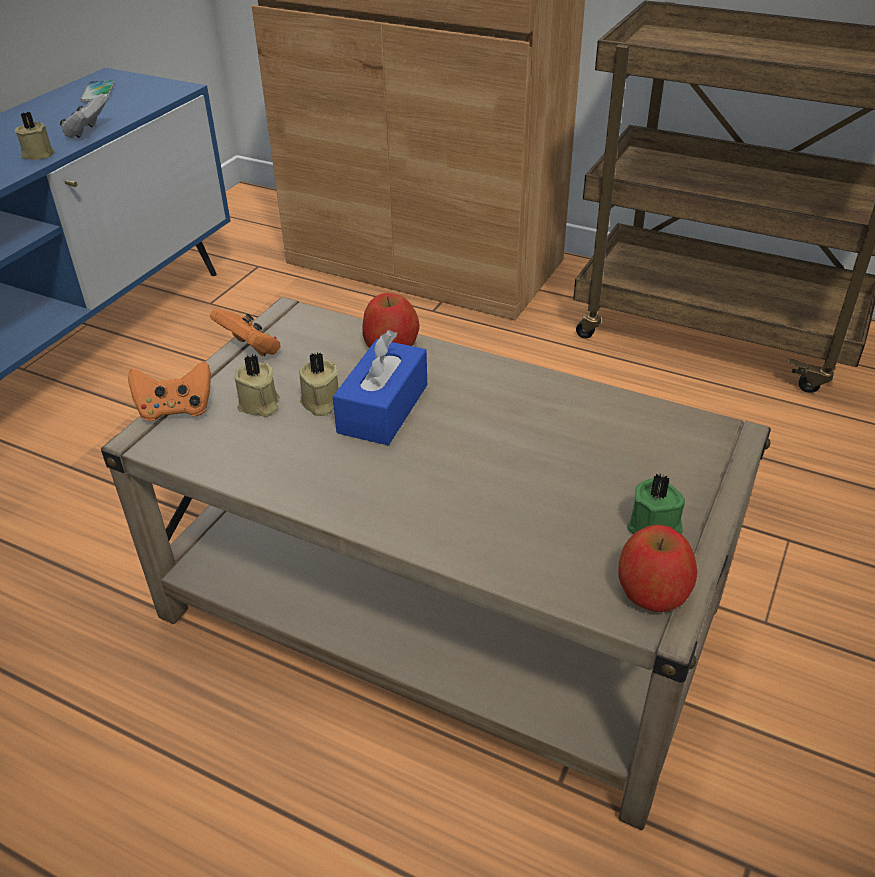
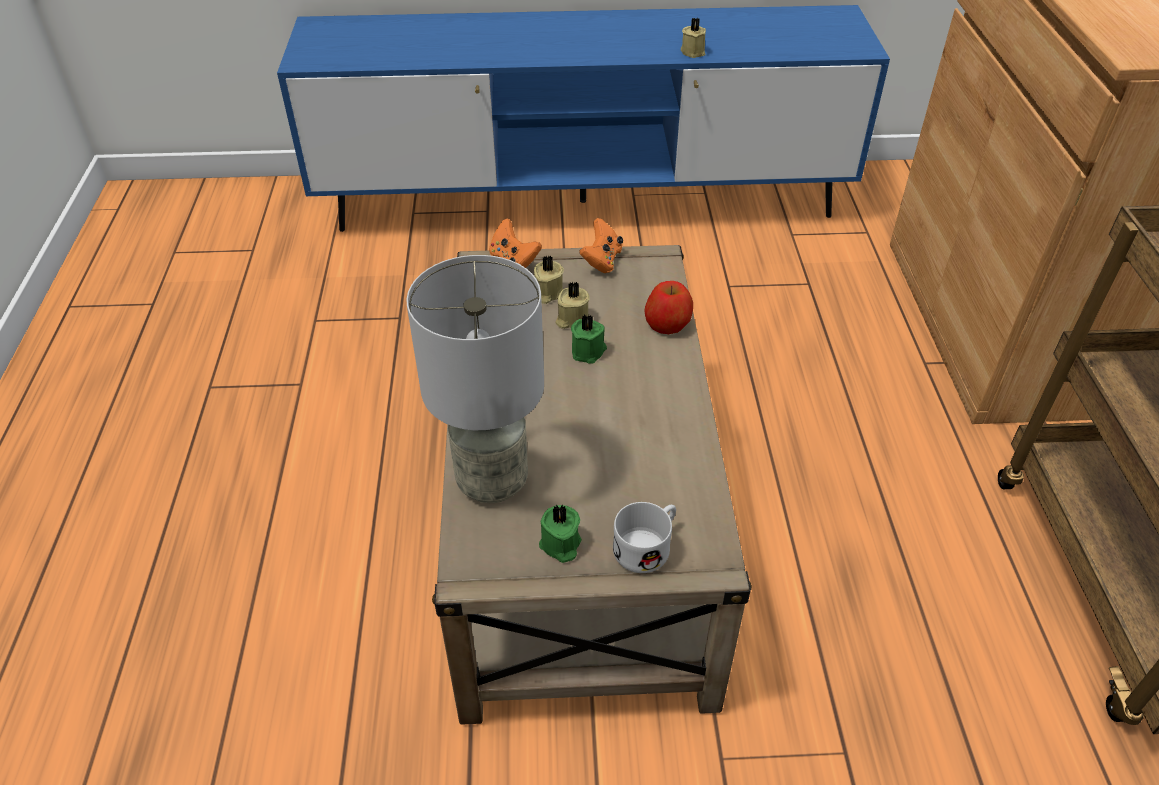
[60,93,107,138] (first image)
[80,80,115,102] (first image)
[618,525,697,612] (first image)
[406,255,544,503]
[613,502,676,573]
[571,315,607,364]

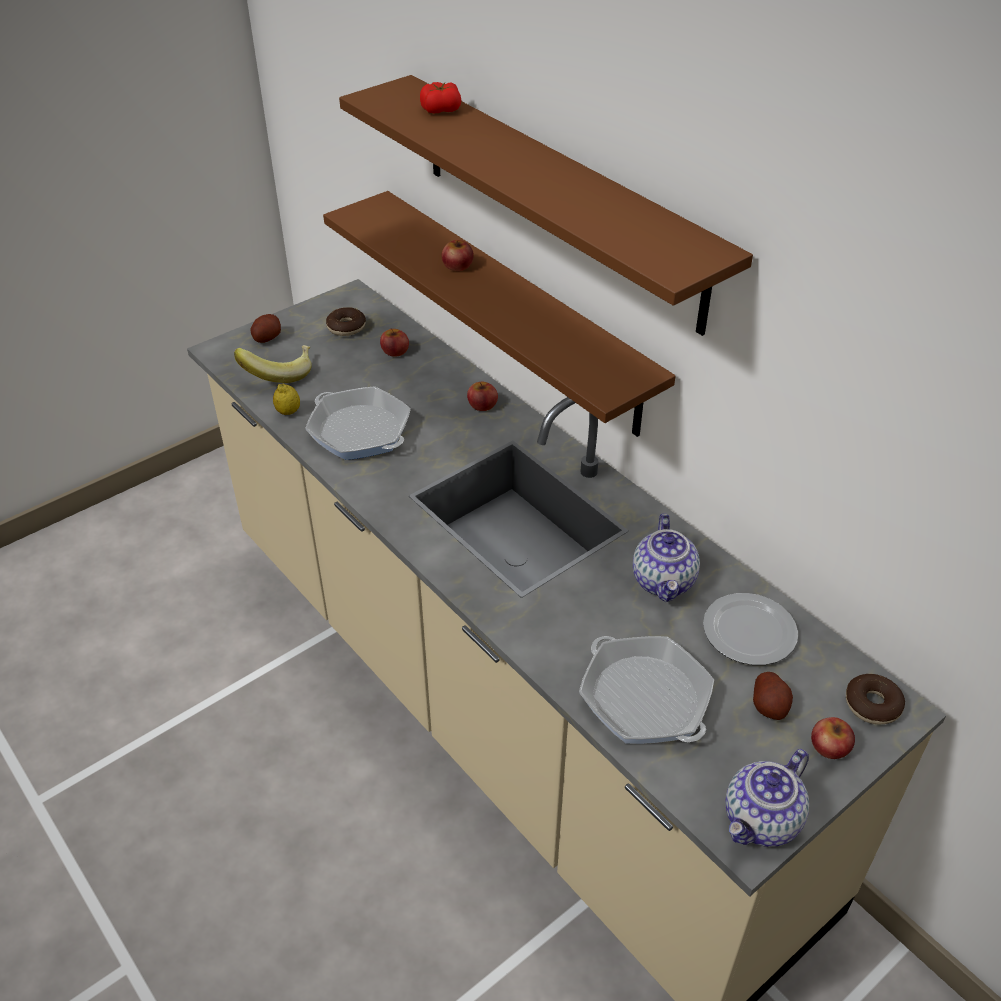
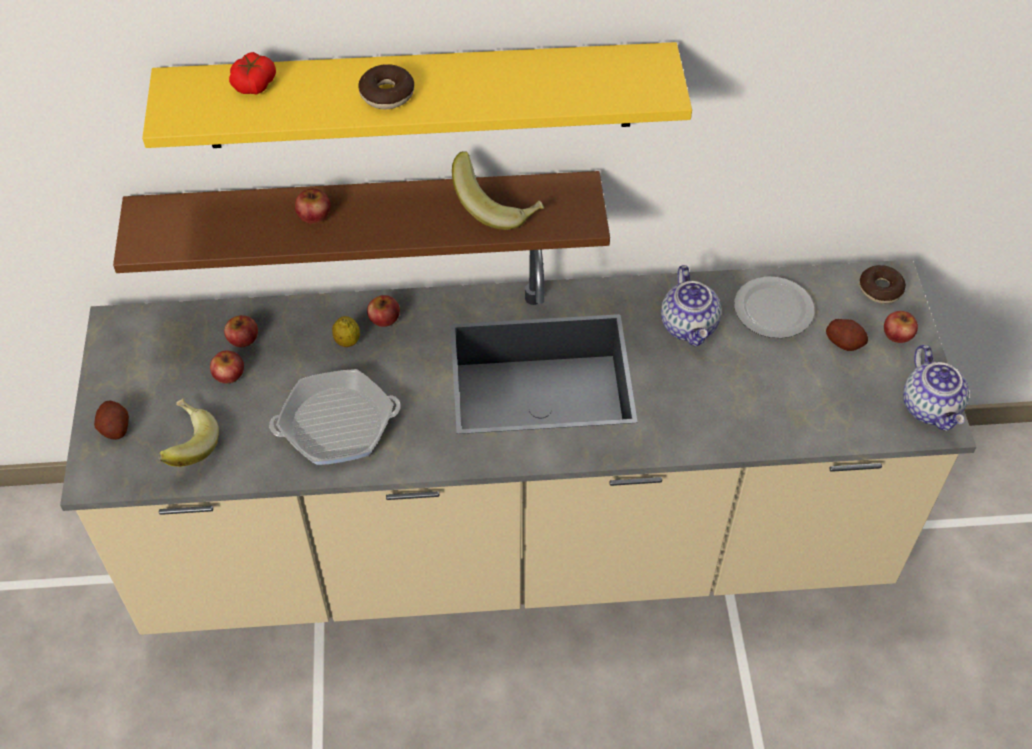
[579,636,714,744] (first image)
[210,350,244,383]
[452,151,544,230]
[332,316,360,347]
[358,64,414,109]
[142,42,692,148]
[661,265,721,347]

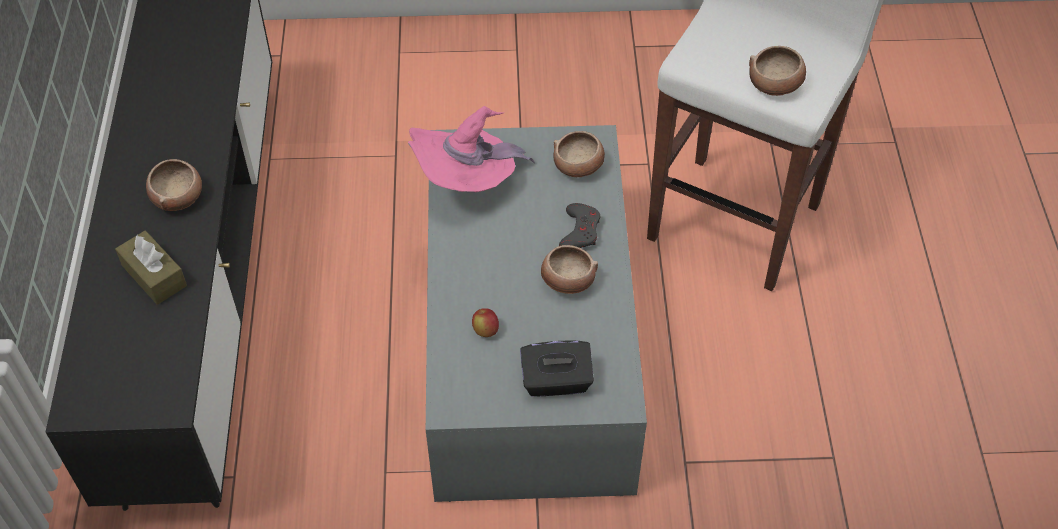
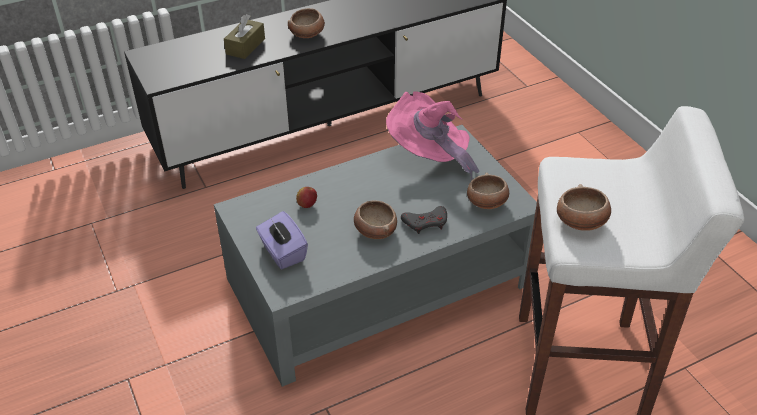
[256,211,308,269]

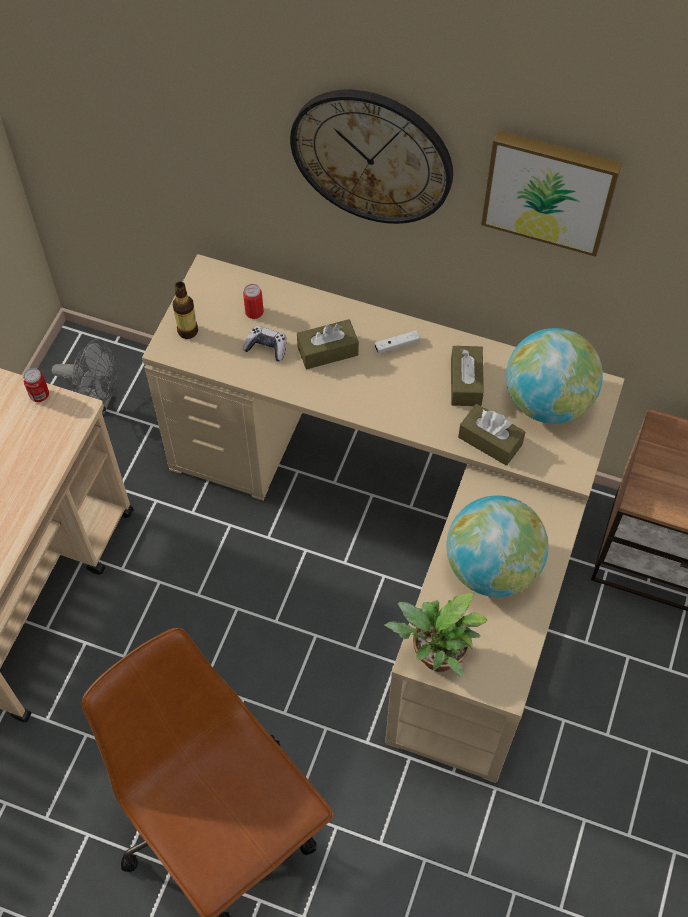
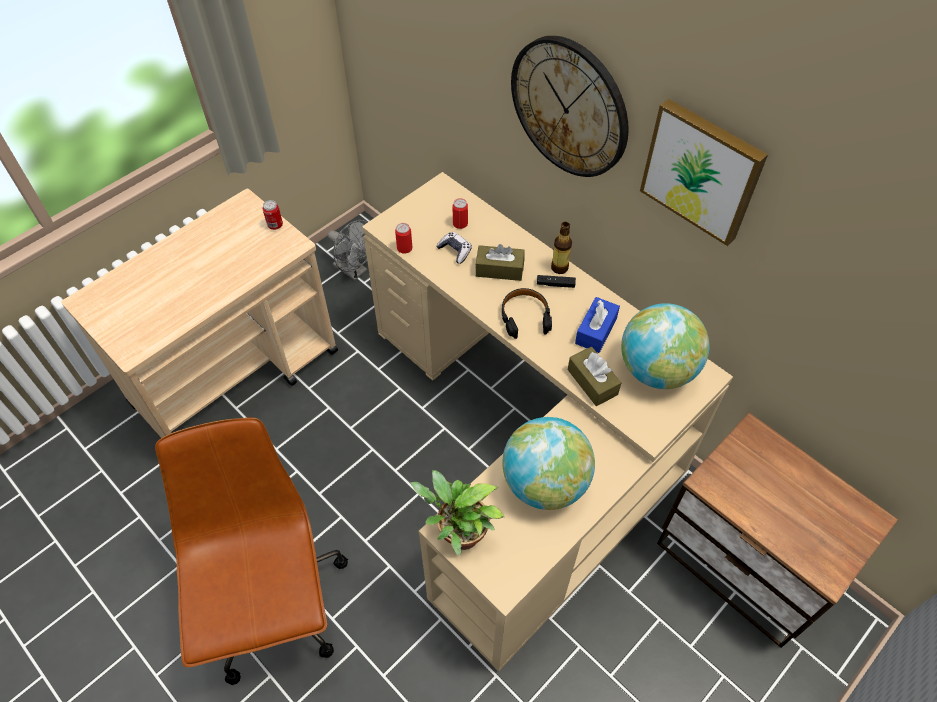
[395,223,412,254]
[502,288,552,339]
[551,222,572,274]
[537,275,576,288]
[575,297,620,353]

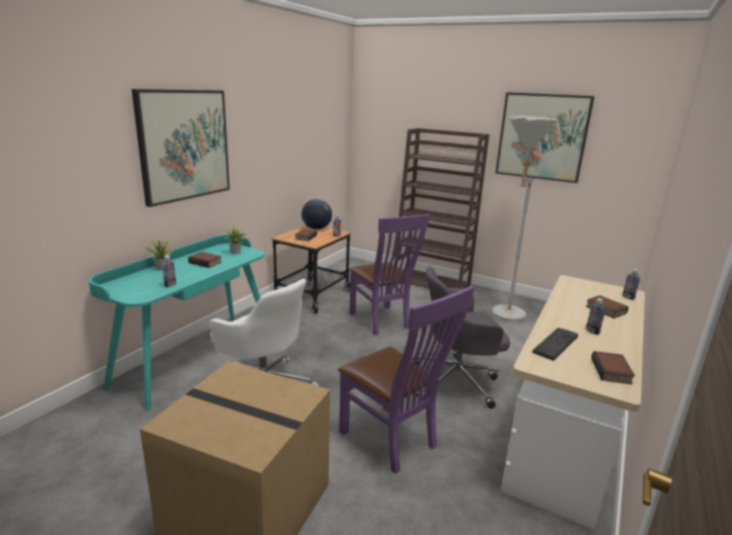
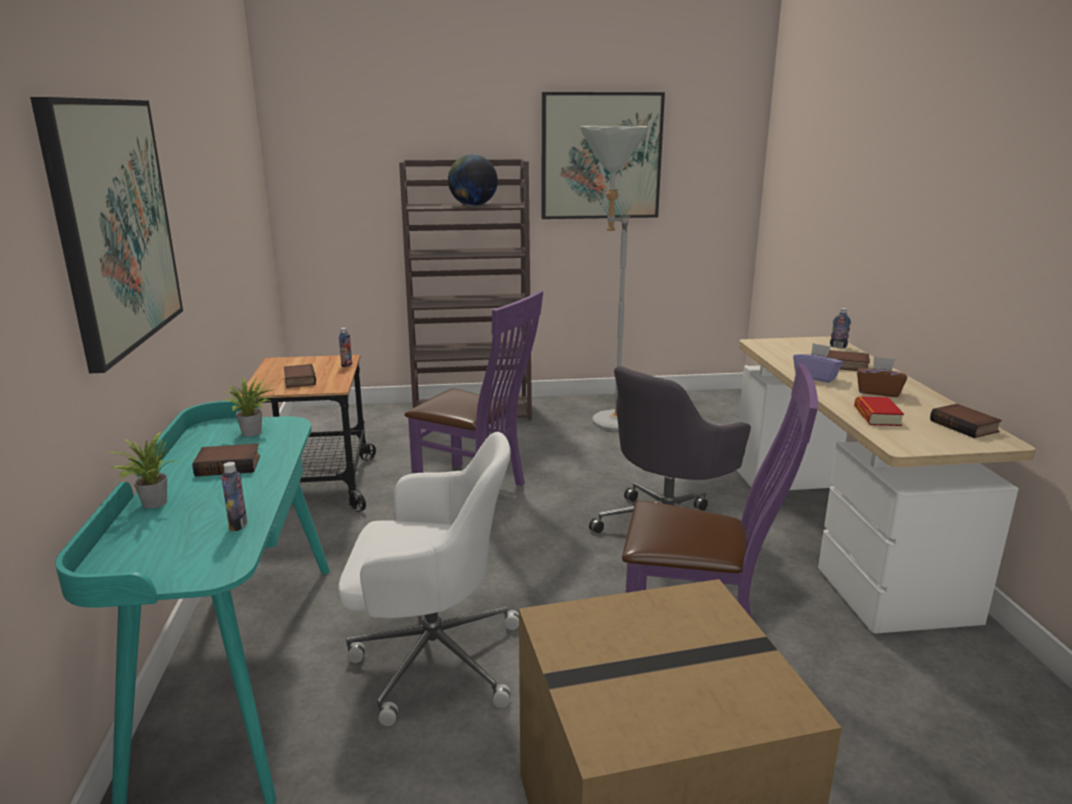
[793,343,843,383]
[448,154,498,206]
[854,396,904,426]
[857,356,907,397]

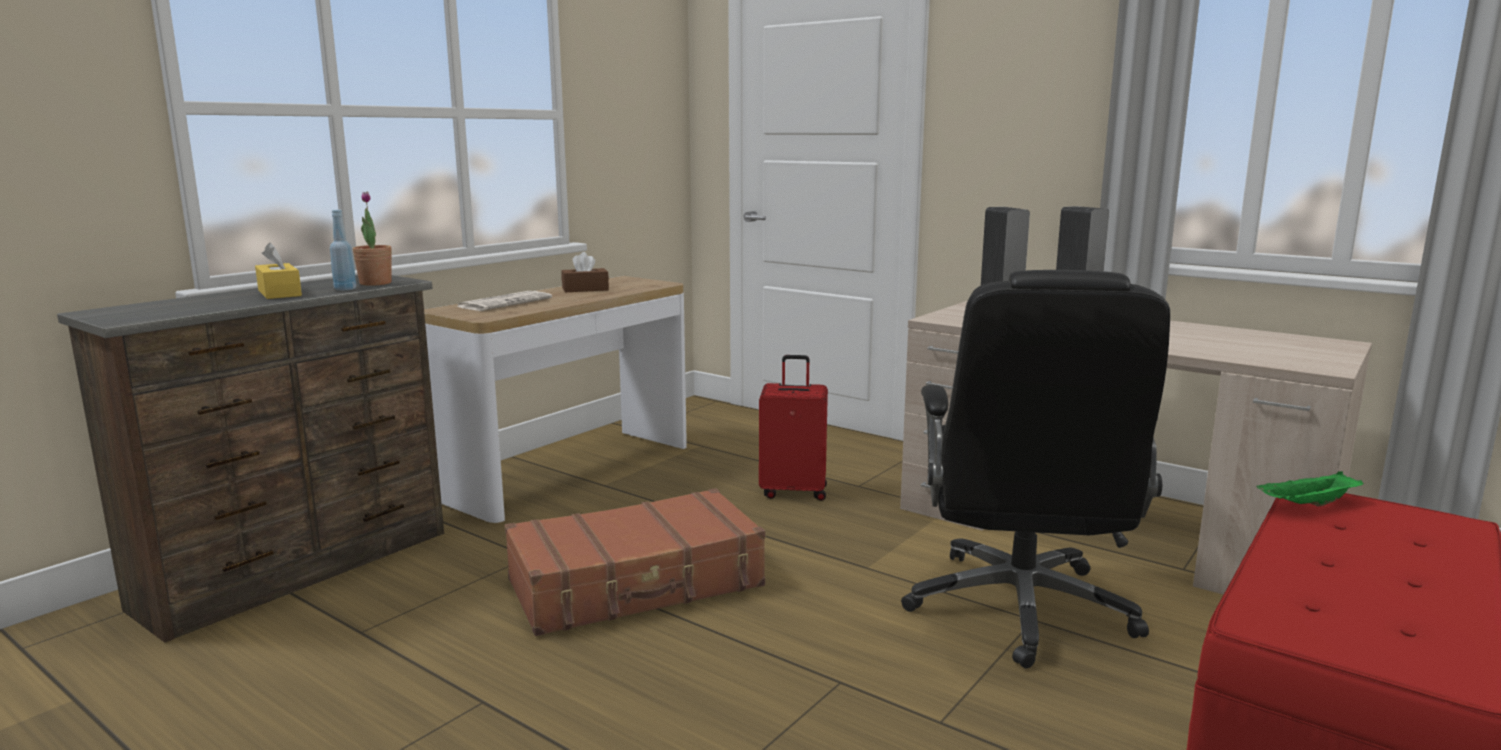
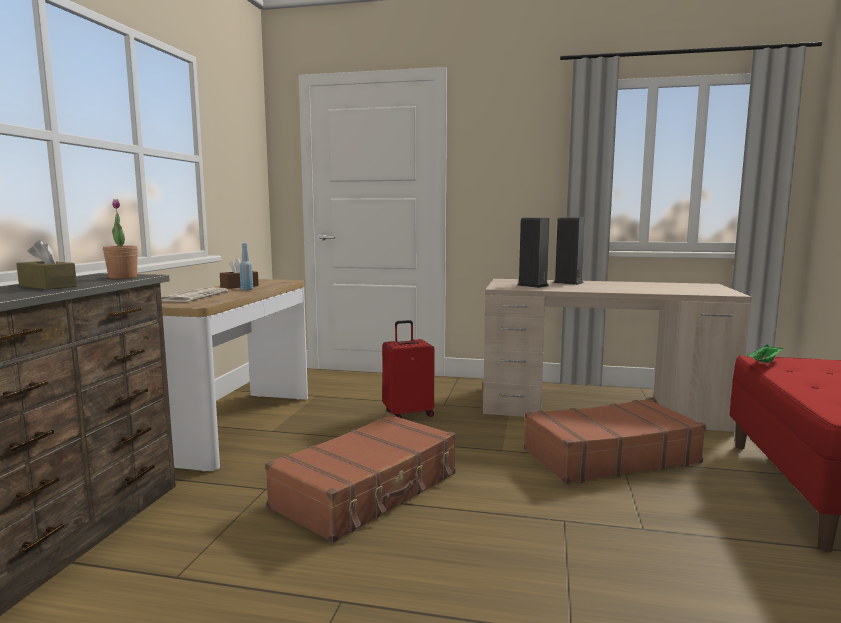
[239,243,253,290]
[524,399,706,484]
[16,240,77,290]

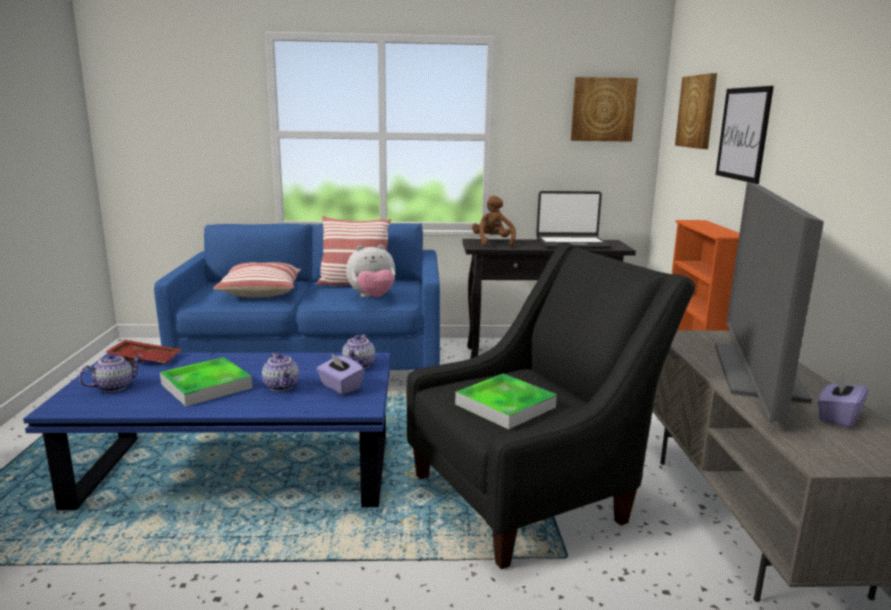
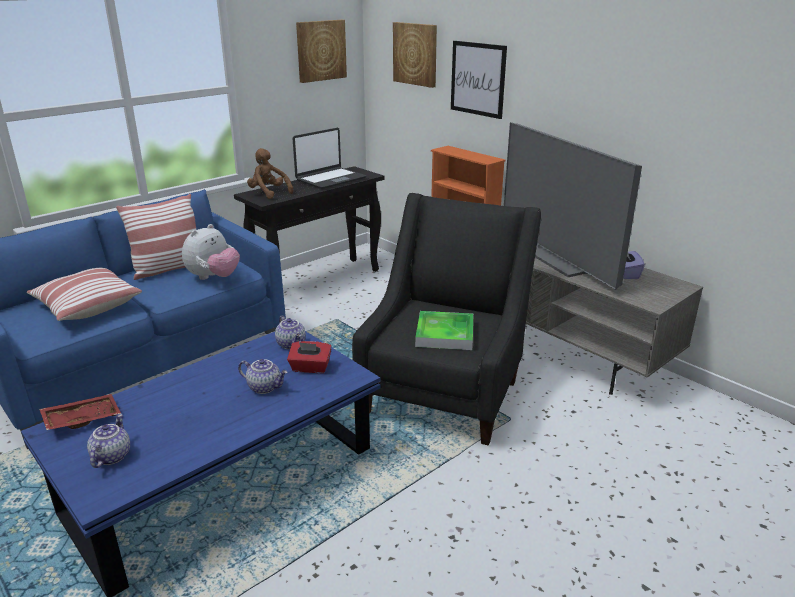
[160,357,252,406] (first image)
[287,341,332,373]

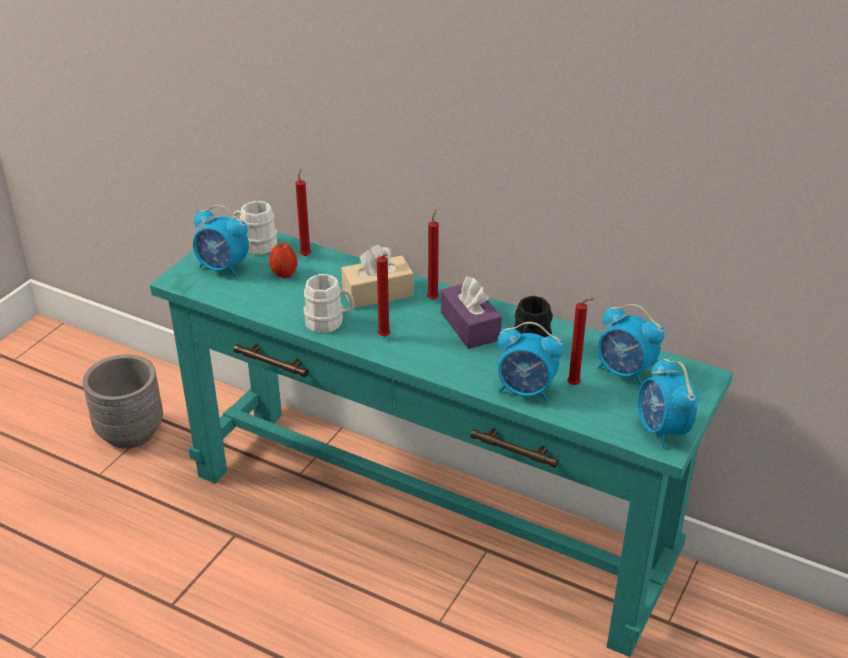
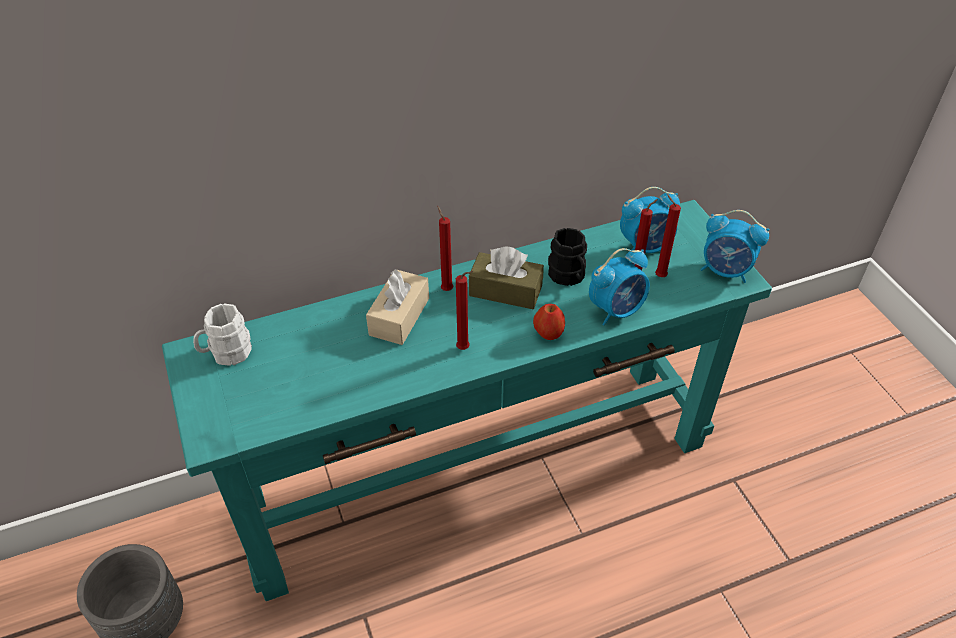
[193,205,249,277] (first image)
[304,274,354,333] (first image)
[533,304,565,340]
[655,194,681,277]
[469,246,544,309]

